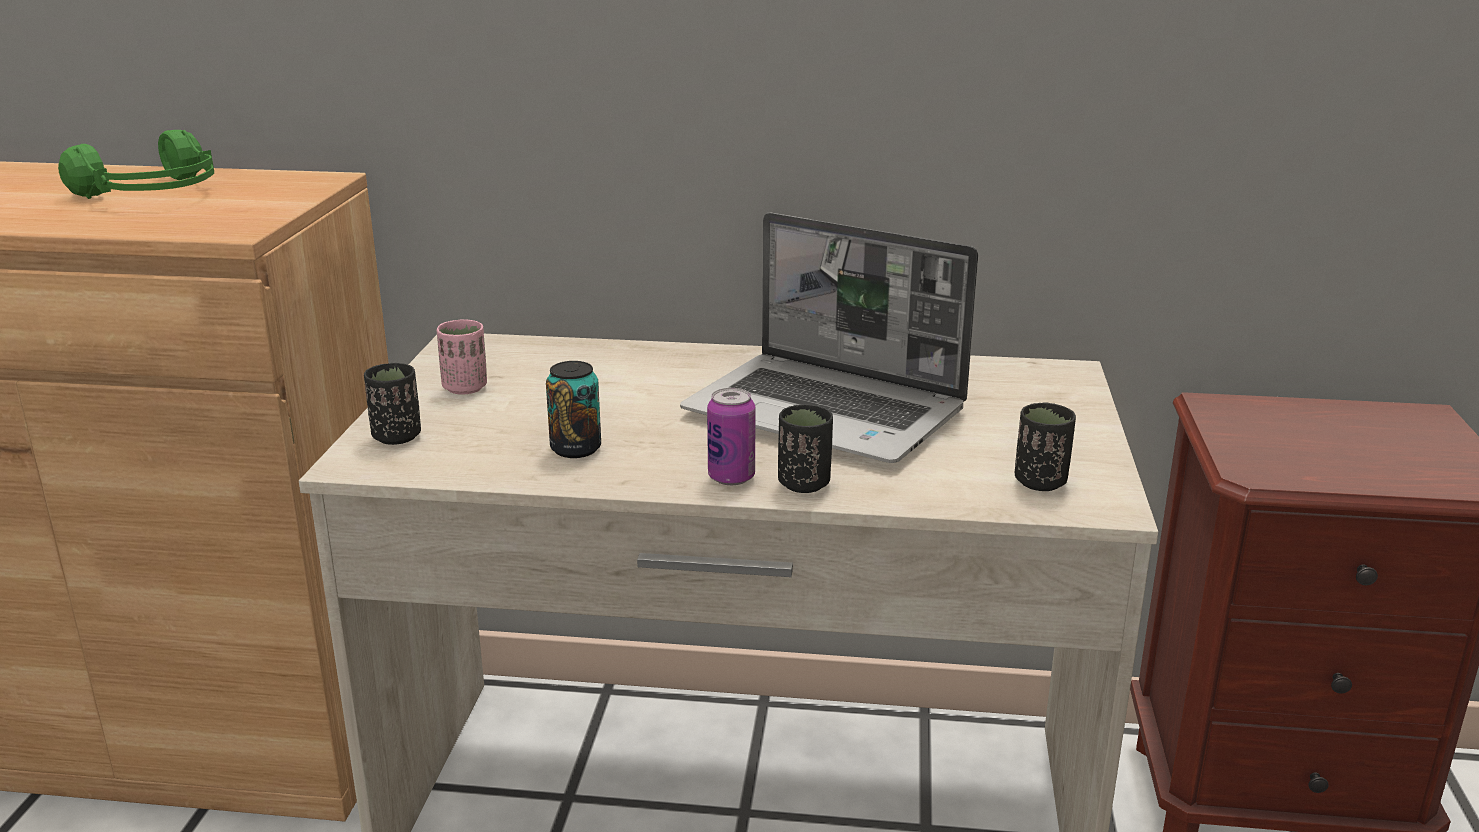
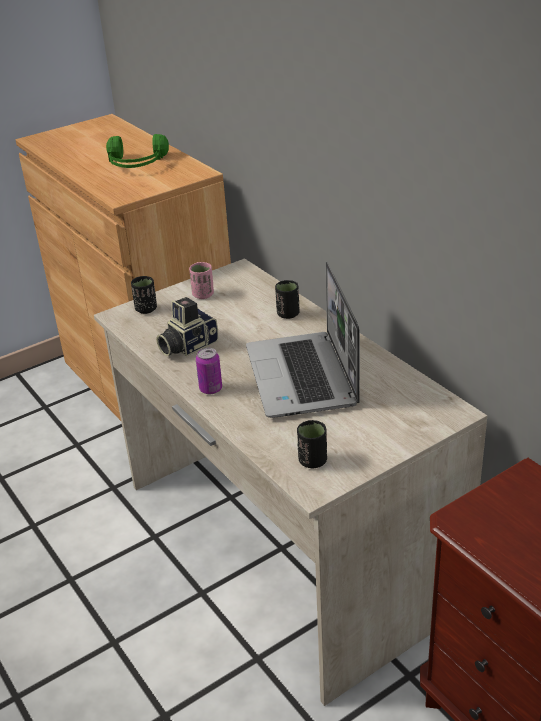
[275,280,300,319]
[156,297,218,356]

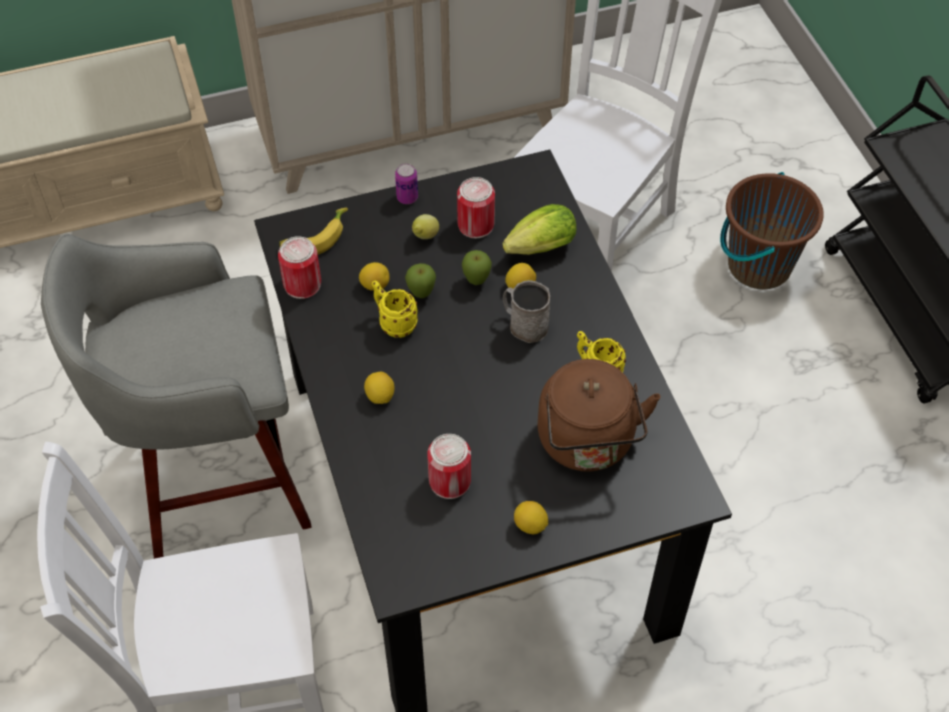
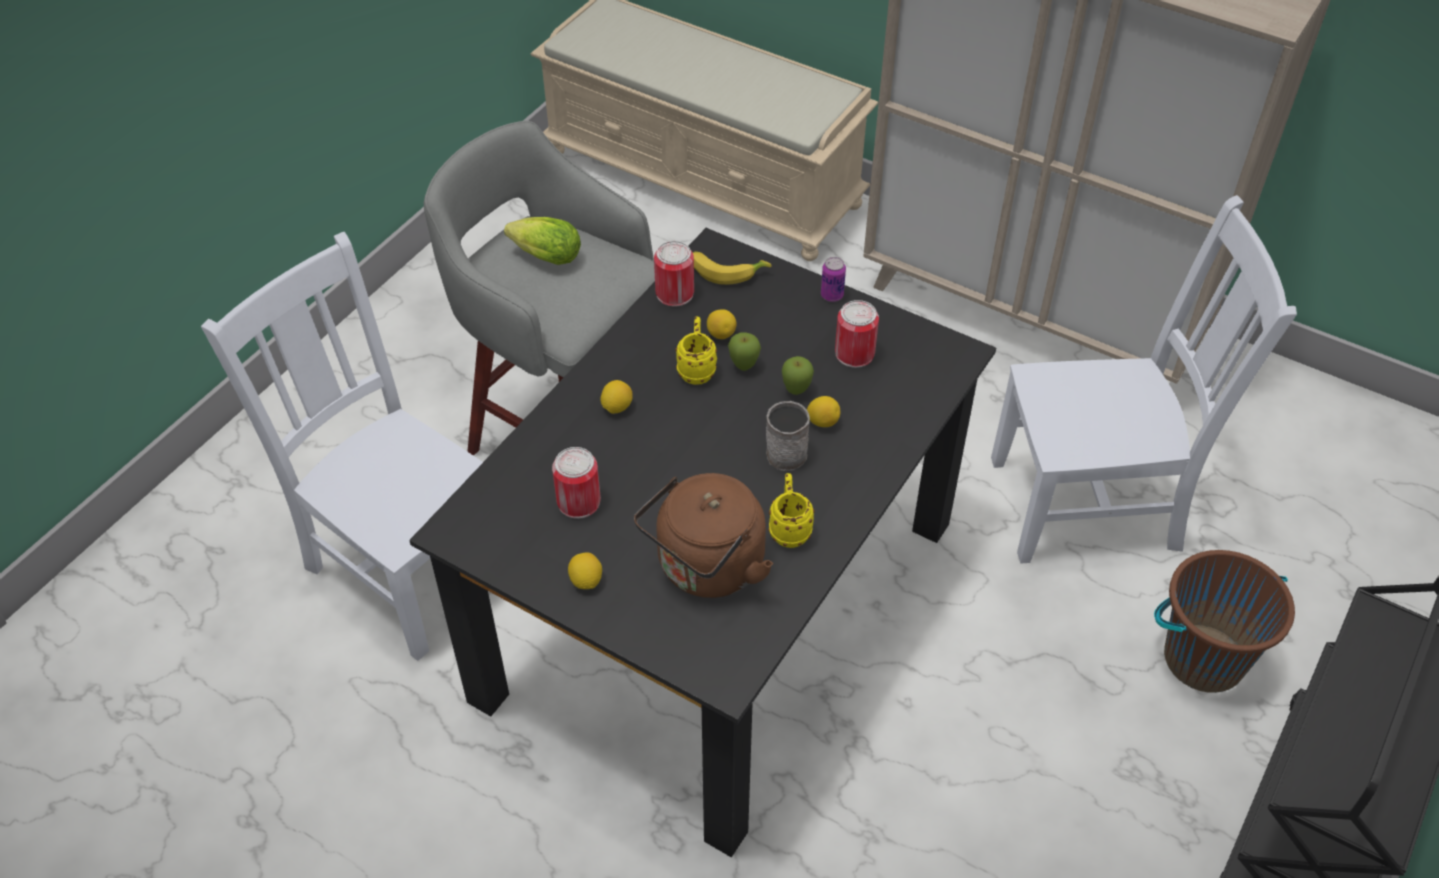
[412,214,439,239] (first image)
[504,217,581,265]

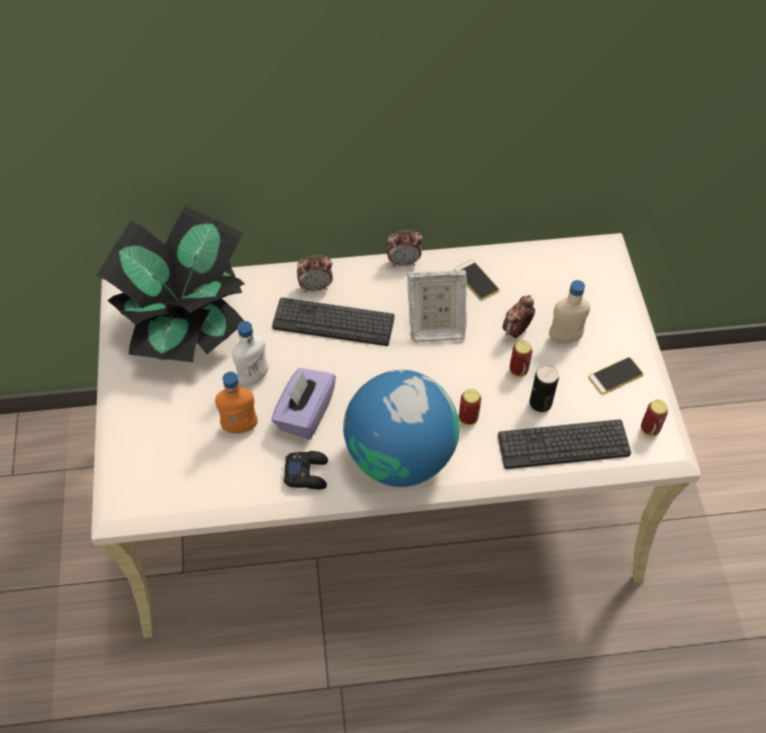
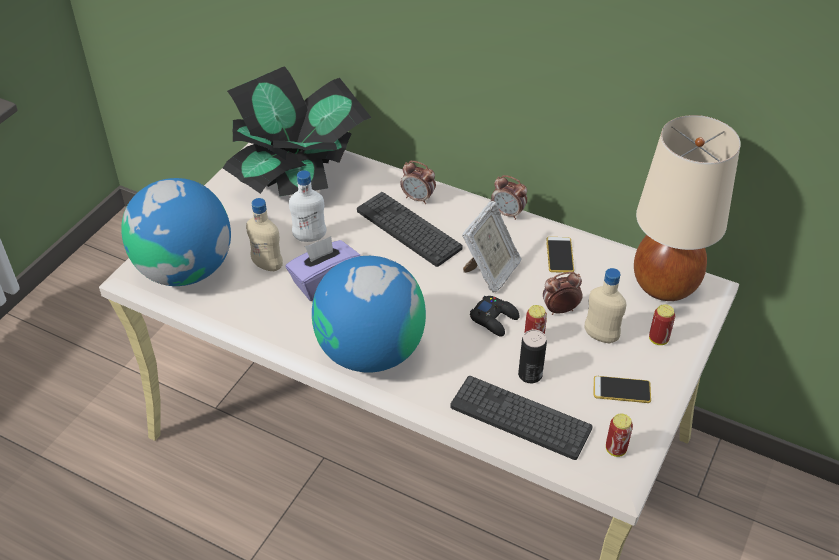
[121,178,231,286]
[634,115,741,301]
[470,296,520,337]
[649,304,675,345]
[246,198,283,271]
[462,201,522,293]

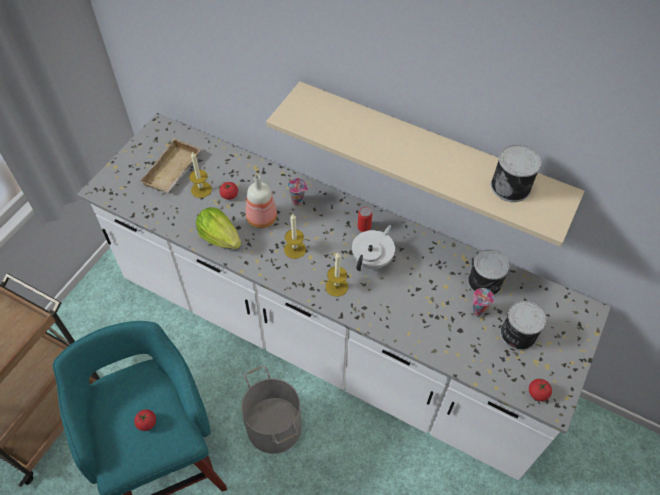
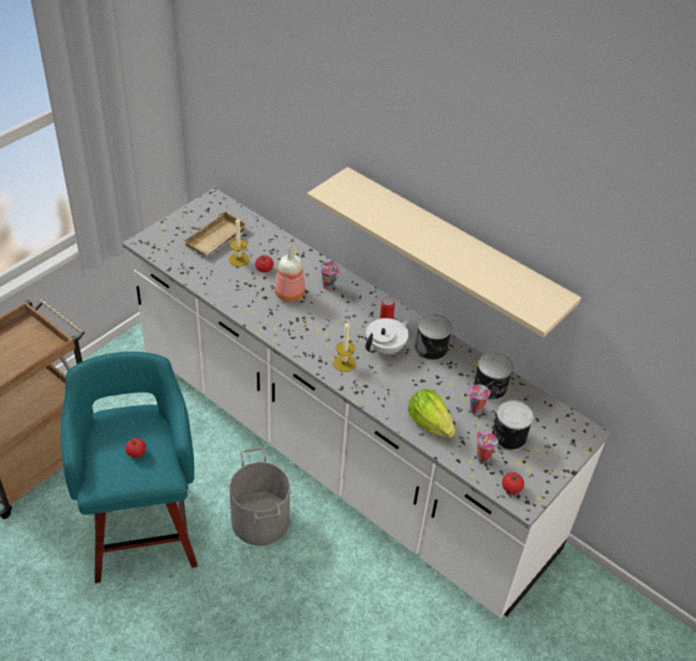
[284,214,306,259] (first image)
[477,432,498,464]
[408,389,456,438]
[415,314,452,361]

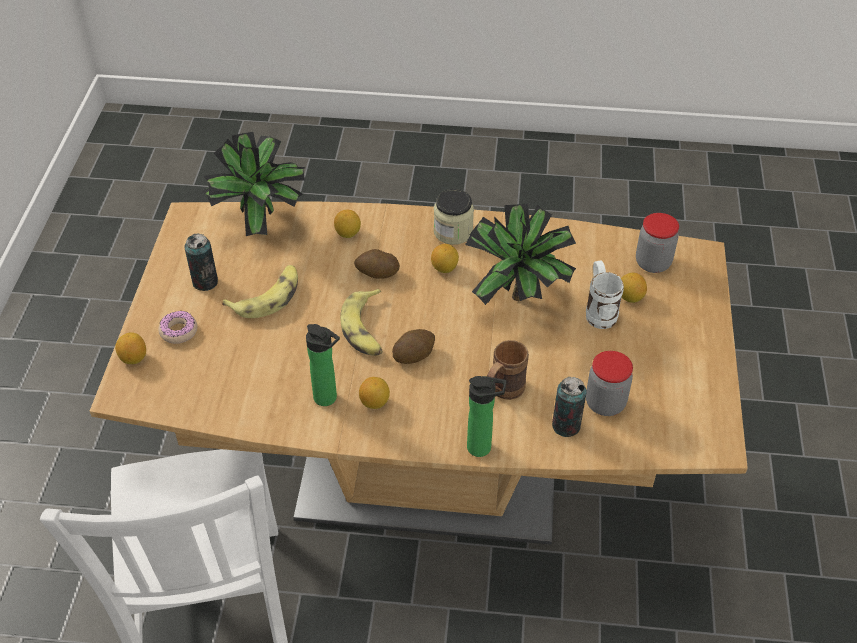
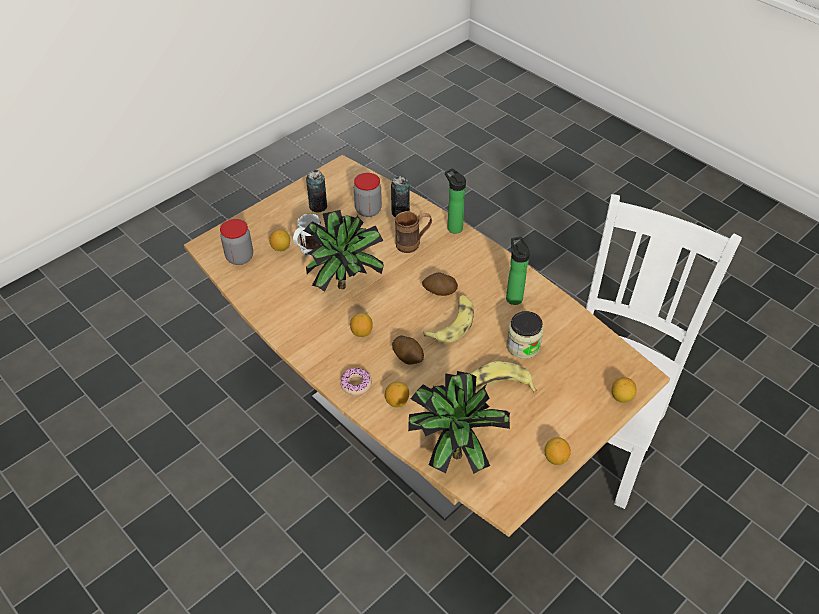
[340,368,372,396]
[306,170,327,213]
[544,437,571,465]
[506,311,544,359]

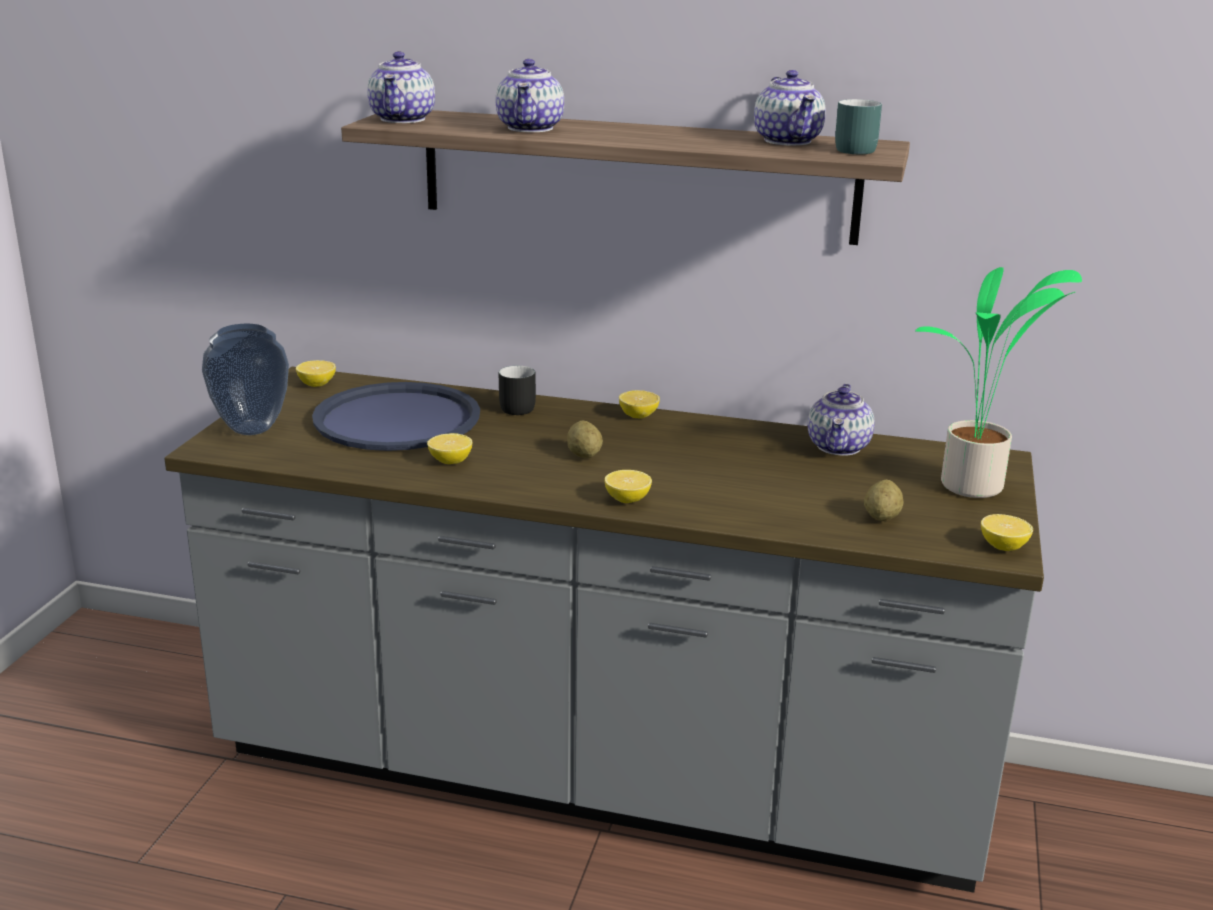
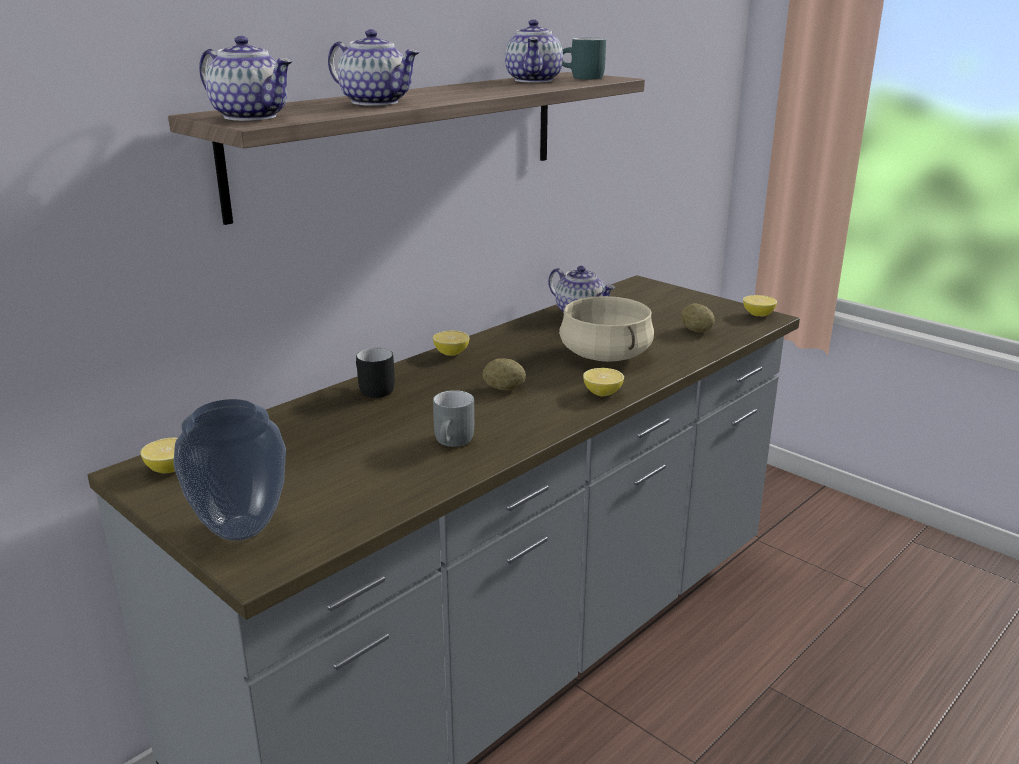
[312,382,480,451] (first image)
[915,267,1082,498] (first image)
[559,296,654,362]
[433,390,474,447]
[505,20,563,82]

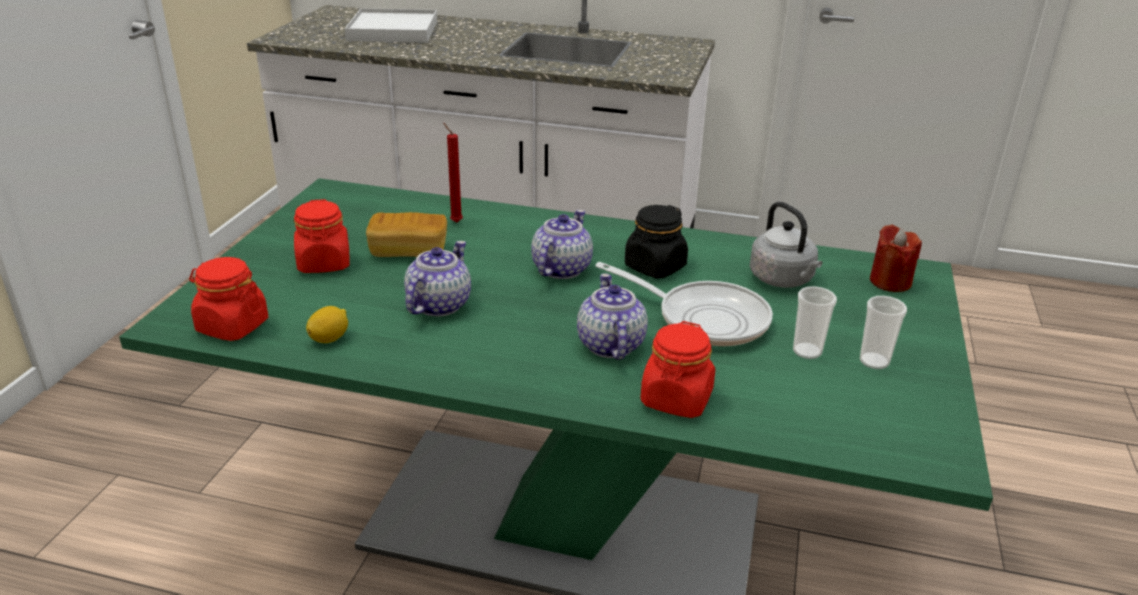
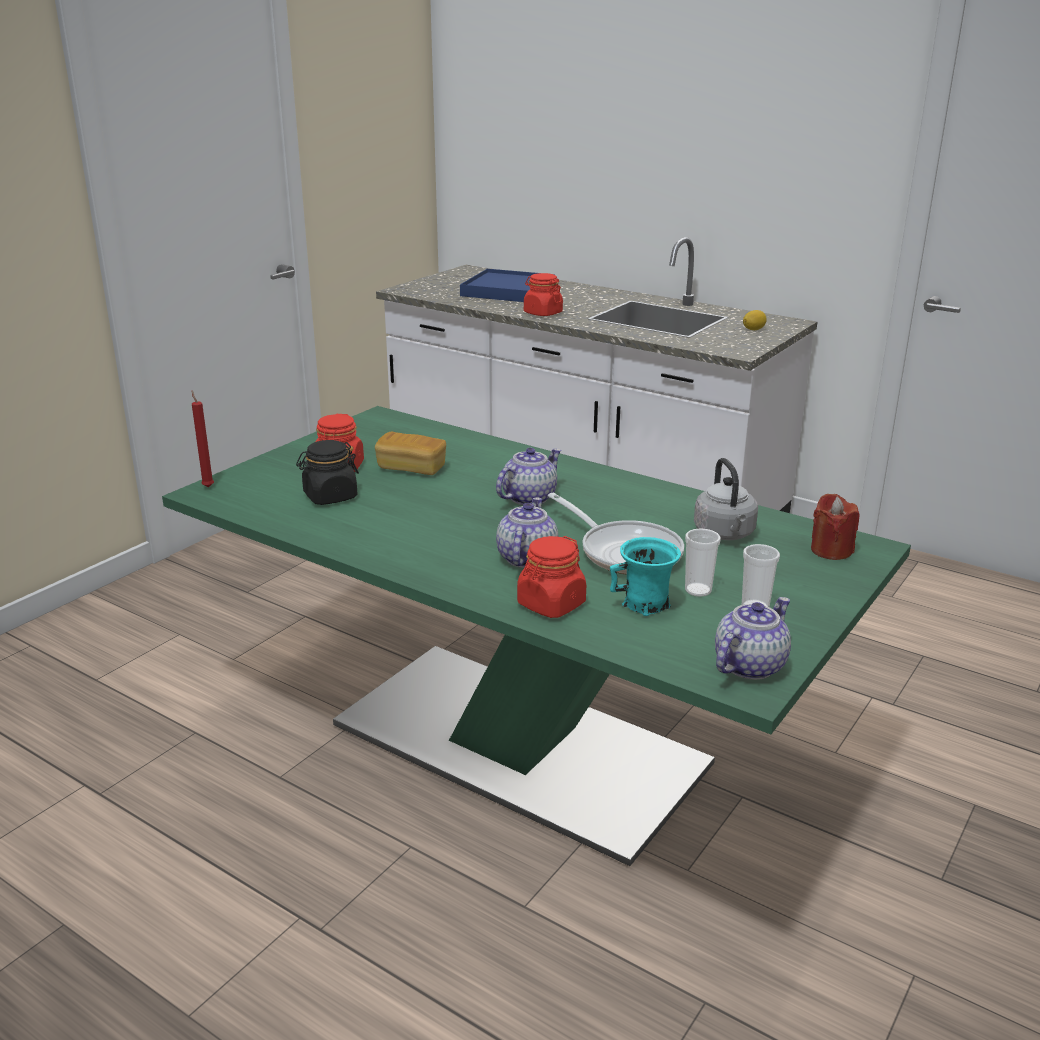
[610,537,681,616]
[524,273,563,316]
[743,310,767,330]
[715,597,791,680]
[192,391,214,488]
[296,440,359,505]
[460,269,555,302]

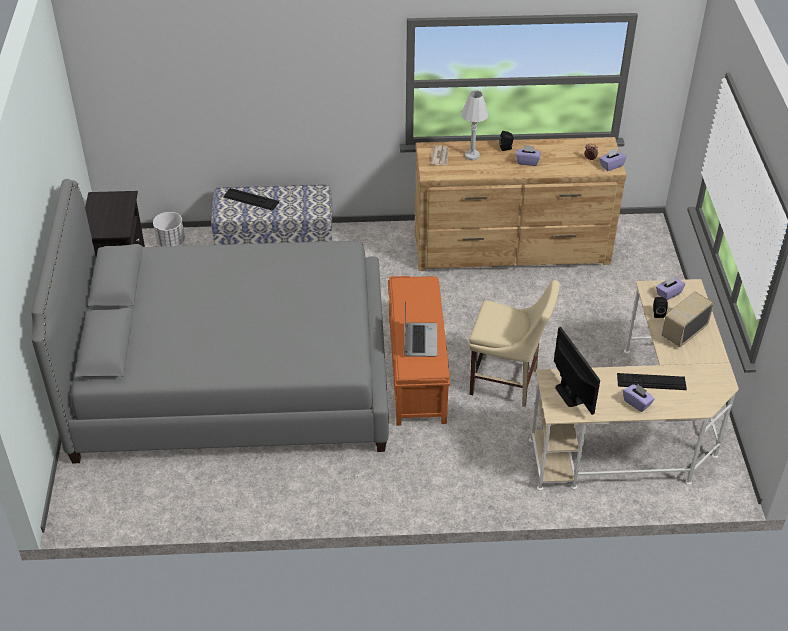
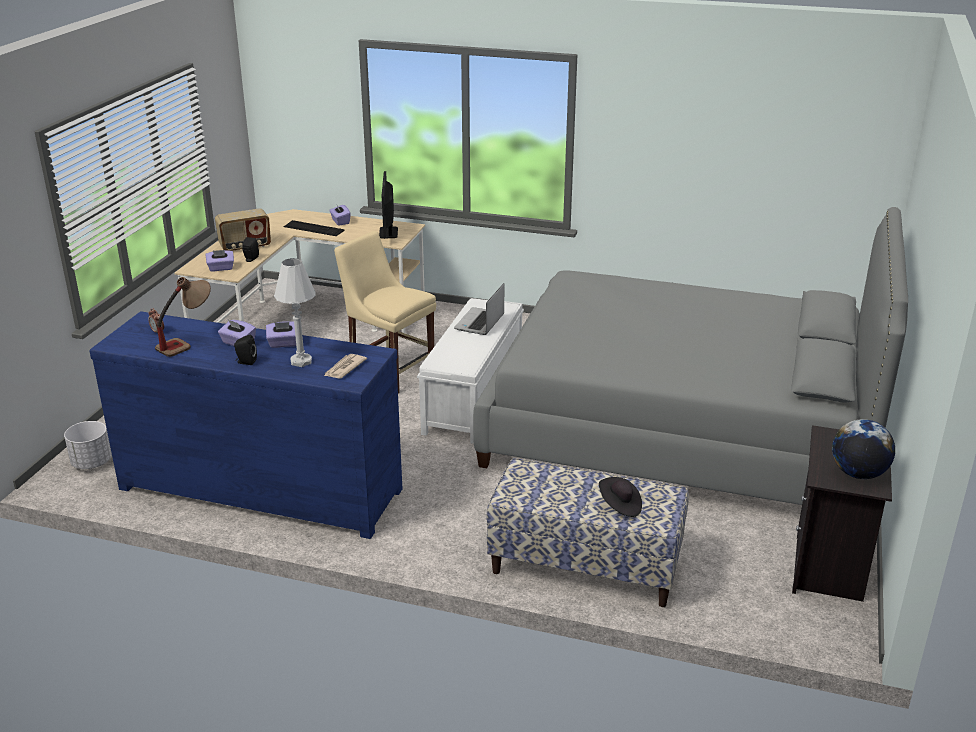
[155,277,211,357]
[832,419,895,479]
[64,421,112,469]
[266,321,296,348]
[599,477,642,517]
[417,298,524,444]
[89,311,402,539]

